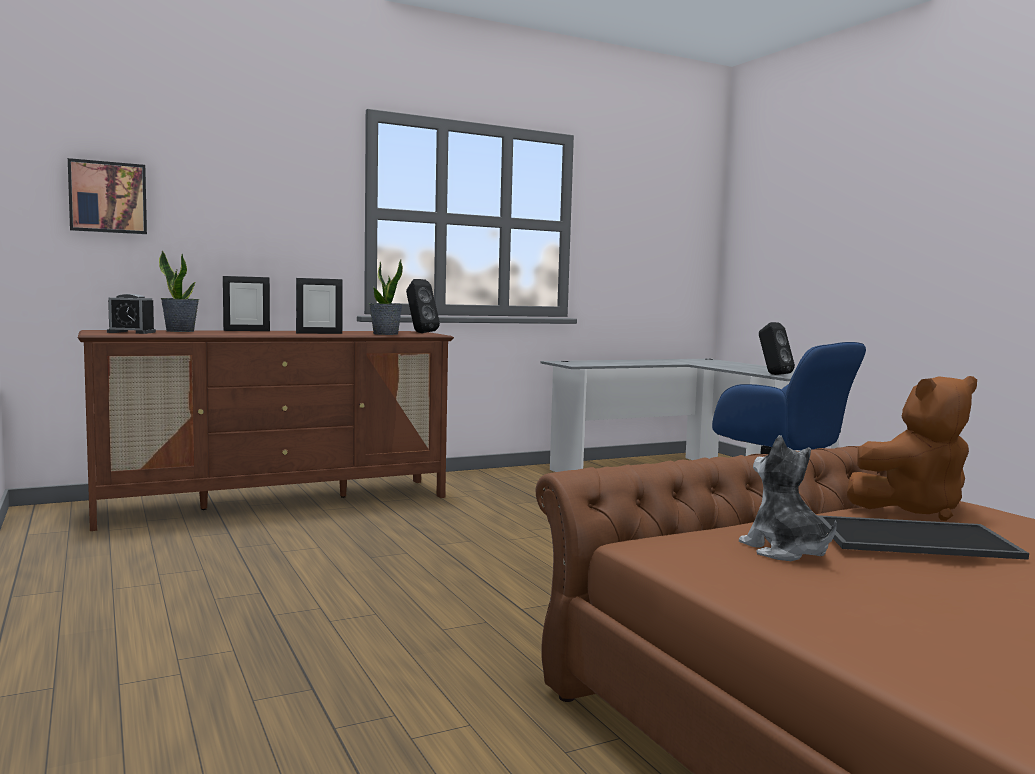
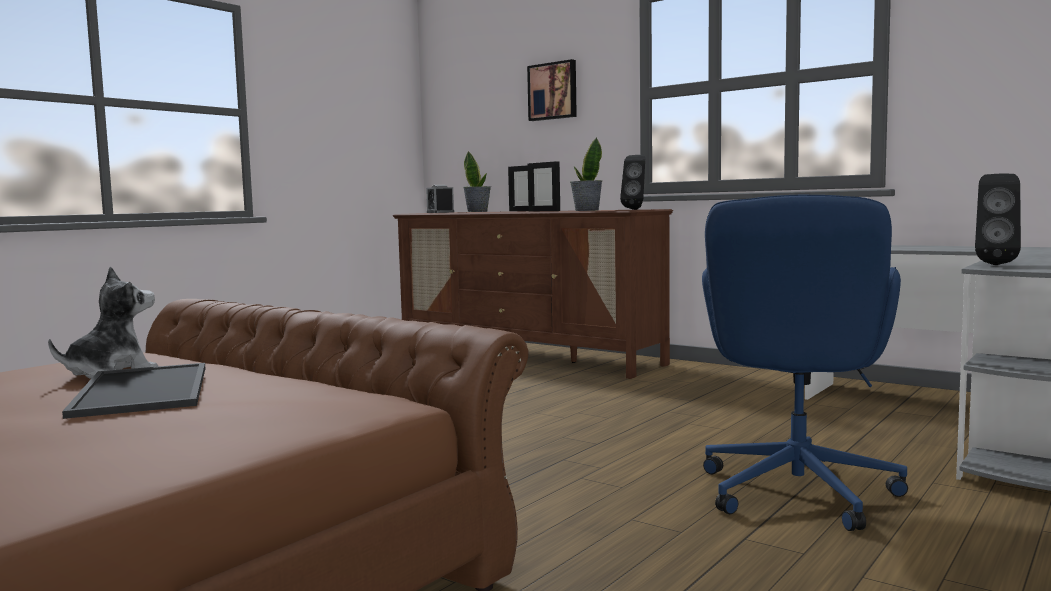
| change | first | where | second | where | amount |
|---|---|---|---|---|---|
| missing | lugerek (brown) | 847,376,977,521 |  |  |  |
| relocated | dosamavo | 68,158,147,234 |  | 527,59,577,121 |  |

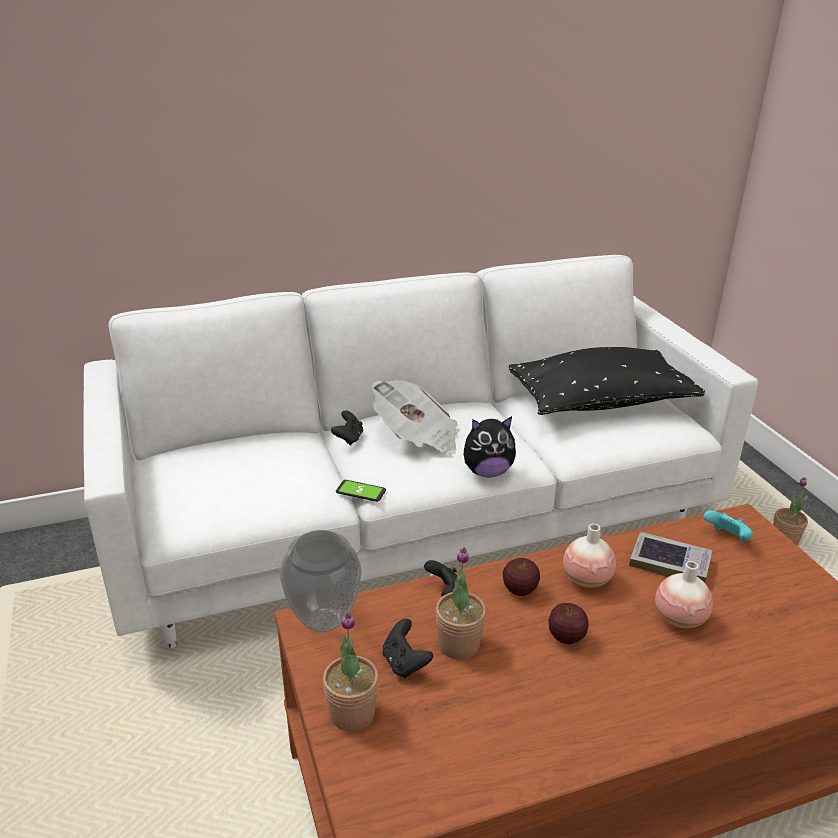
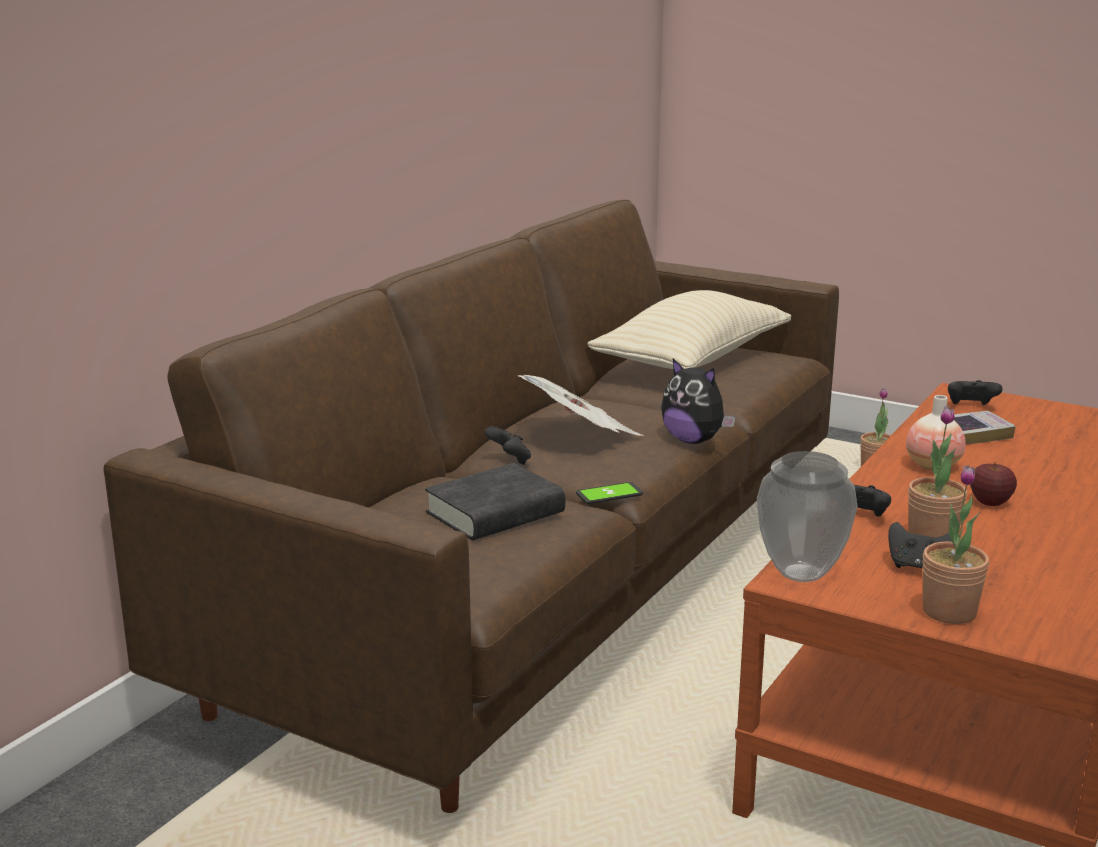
| change | first | where | second | where | amount |
|---|---|---|---|---|---|
| missing | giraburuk | 503,558,540,596 |  |  |  |
| missing | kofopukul | 655,561,713,628 |  |  |  |
| appeared |  |  | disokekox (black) | 425,463,565,540 |  |
| colour | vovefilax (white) | 84,255,758,649 | vovefilax (brown) | 104,200,839,813 |  |
| colour | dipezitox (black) | 509,347,705,415 | dipezitox (beige) | 587,290,791,369 |  |
| colour | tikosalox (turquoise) | 703,511,753,542 | tikosalox (black) | 948,380,1003,405 |  |
| spun | lugerek | 464,416,516,477 |  | 661,358,736,444 | 90 degrees clockwise |

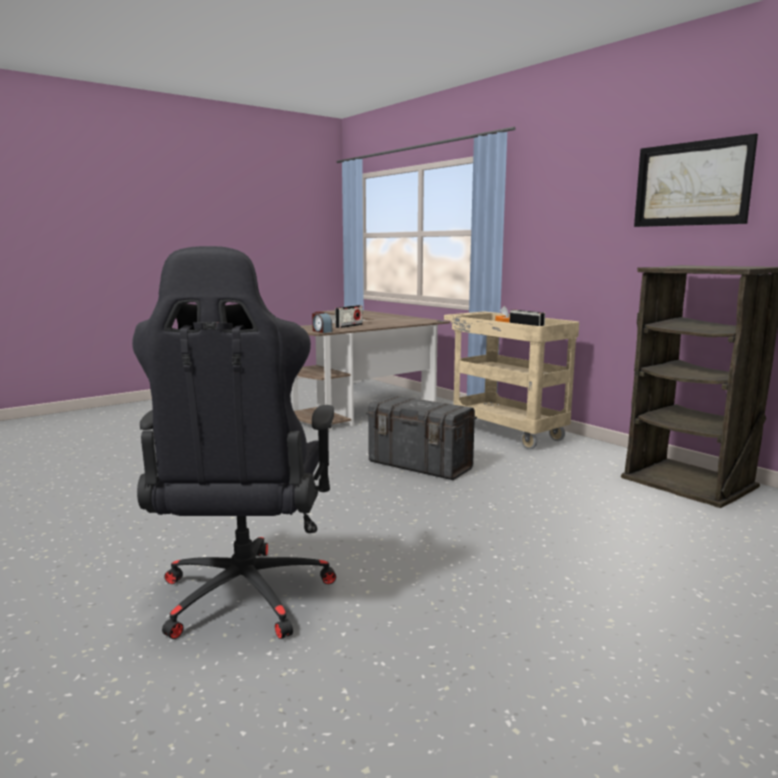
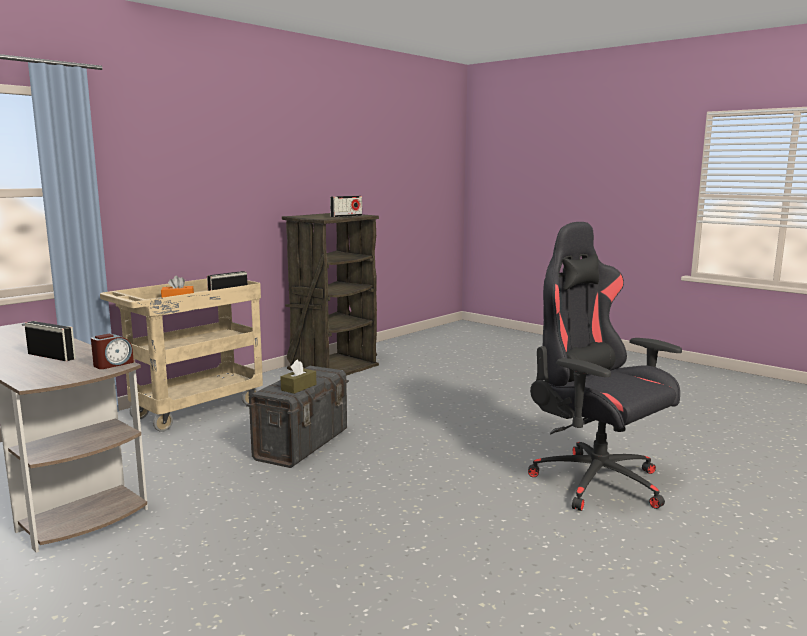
| change | first | where | second | where | amount |
|---|---|---|---|---|---|
| missing | dosamavo | 634,134,758,227 |  |  |  |
| appeared |  |  | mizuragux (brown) | 280,360,316,394 |  |
| appeared |  |  | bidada | 330,196,362,217 |  |
| spun | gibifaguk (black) | 132,246,336,639 |  | 528,222,682,511 | 120 degrees counterclockwise |

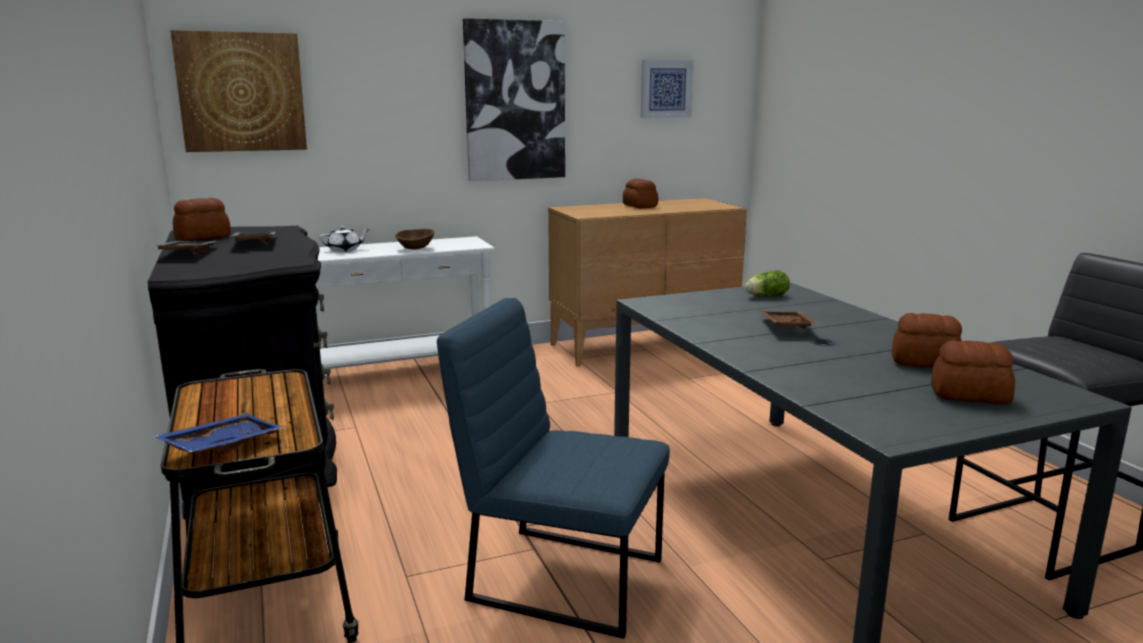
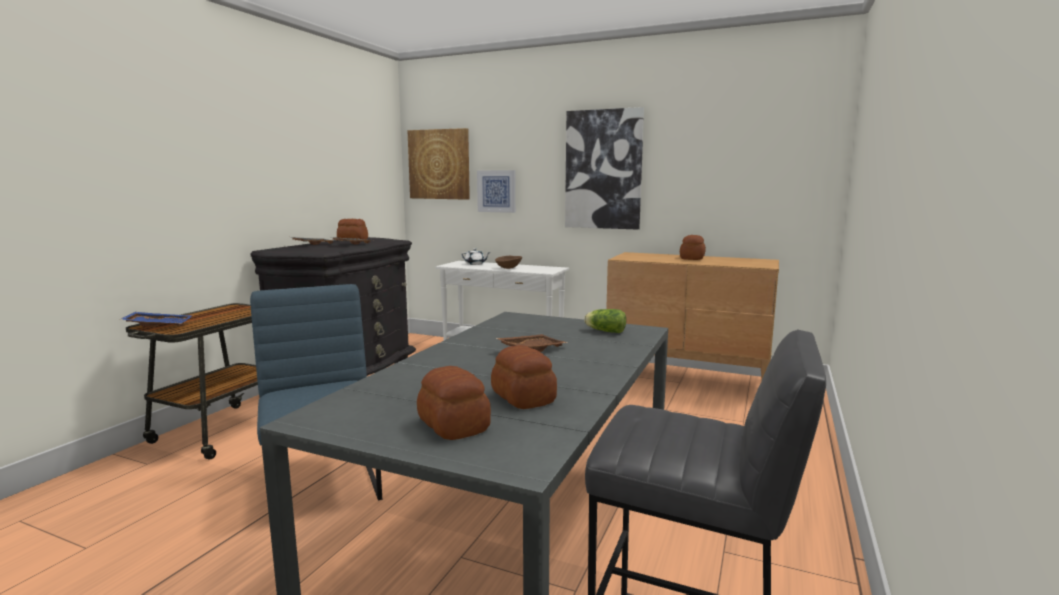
| change | first | where | second | where | amount |
|---|---|---|---|---|---|
| relocated | dosamavo | 641,60,694,118 |  | 477,170,516,213 |  |

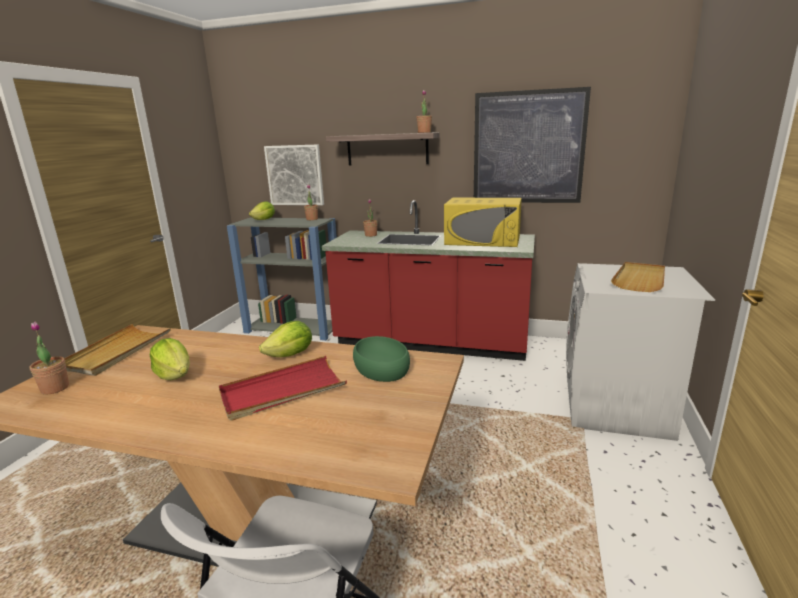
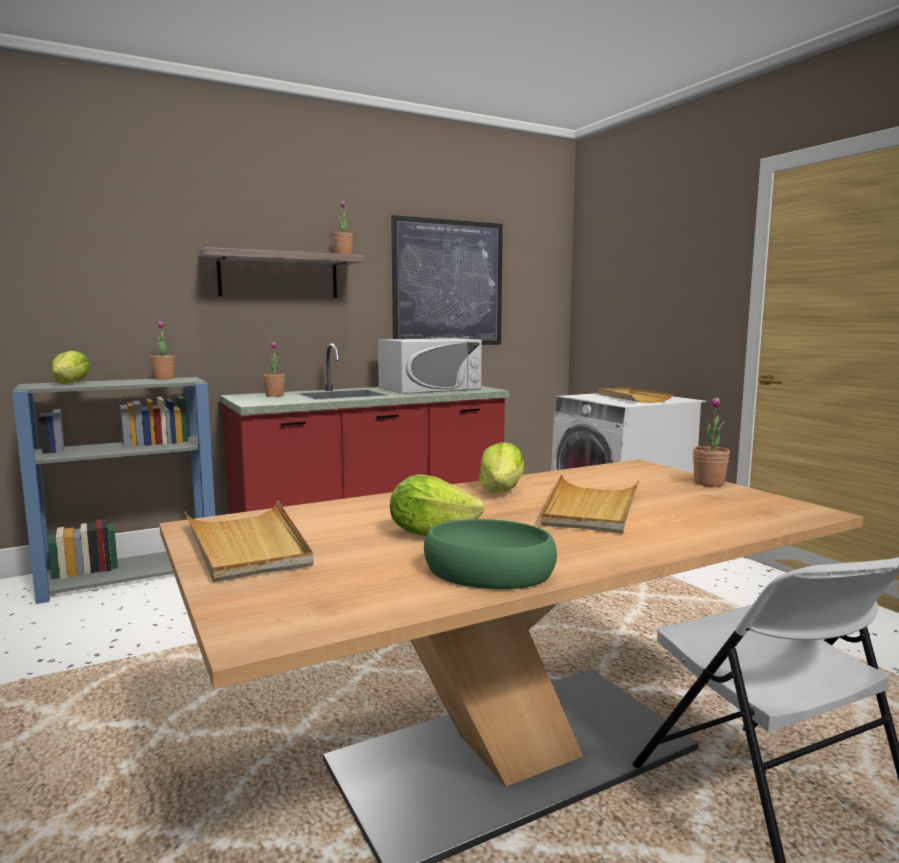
| change | first | where | second | where | amount |
|---|---|---|---|---|---|
| missing | dosamavo | 264,144,324,205 |  |  |  |
| relocated | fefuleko | 29,322,69,395 |  | 693,397,730,487 |  |
| relocated | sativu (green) | 353,336,410,382 |  | 424,519,557,589 |  |
| colour | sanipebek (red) | 219,356,347,421 | sanipebek (beige) | 541,475,639,533 |  |
| colour | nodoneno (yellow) | 444,198,522,247 | nodoneno (white) | 378,338,482,394 |  |

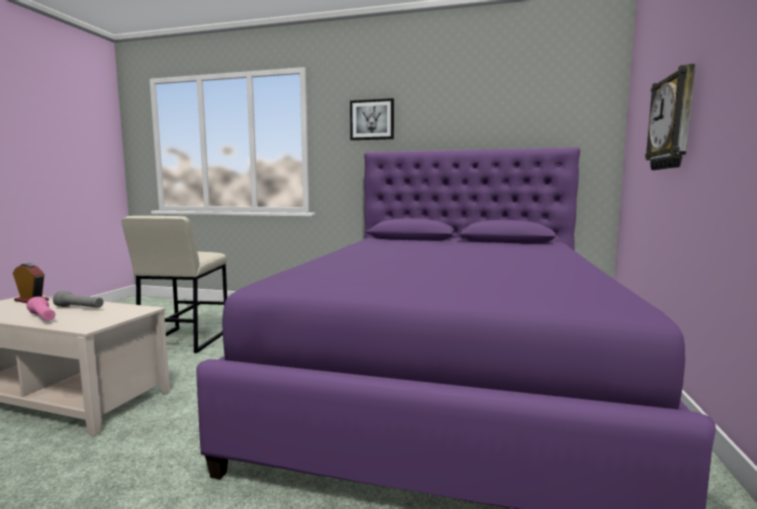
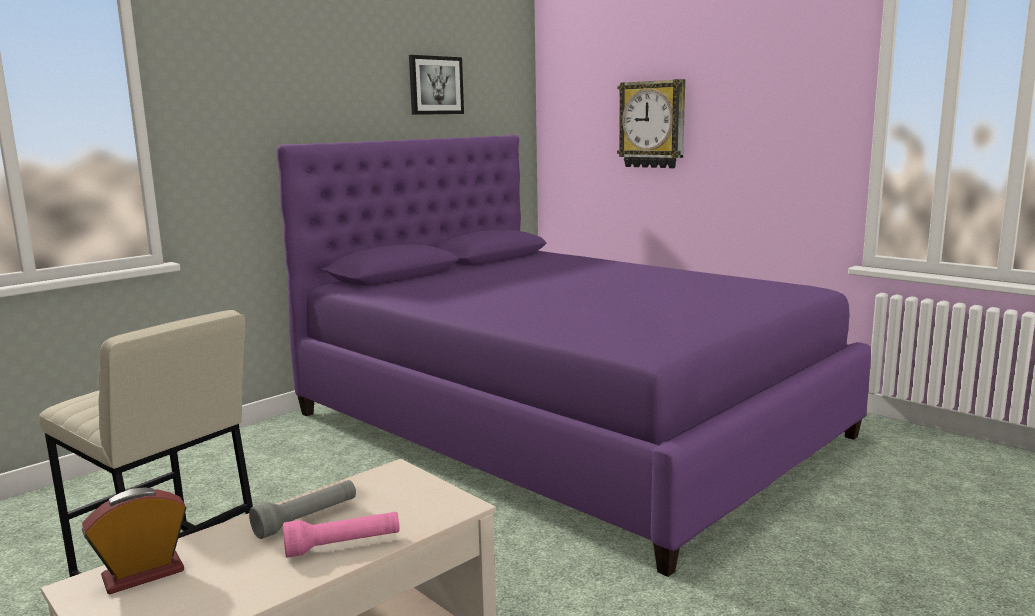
| change | first | where | second | where | amount |
|---|---|---|---|---|---|
| relocated | dosamavo | 350,98,394,140 |  | 409,55,464,115 |  |

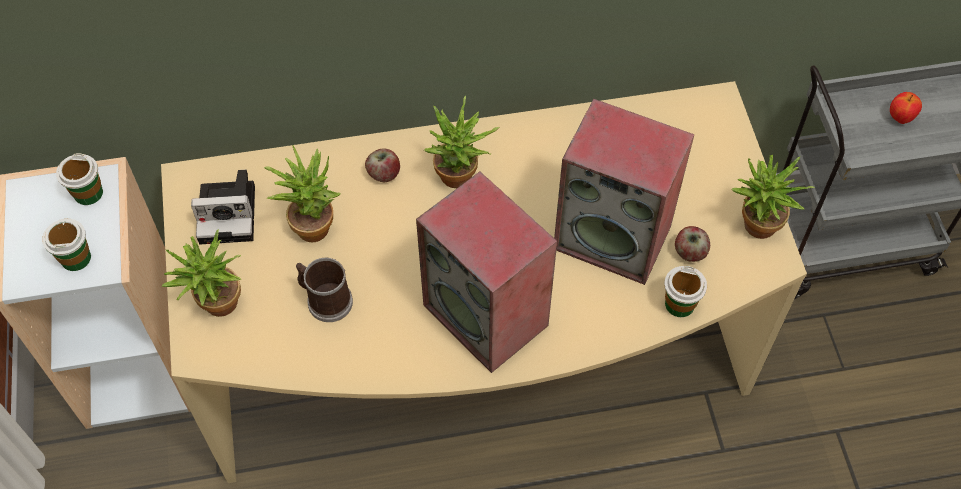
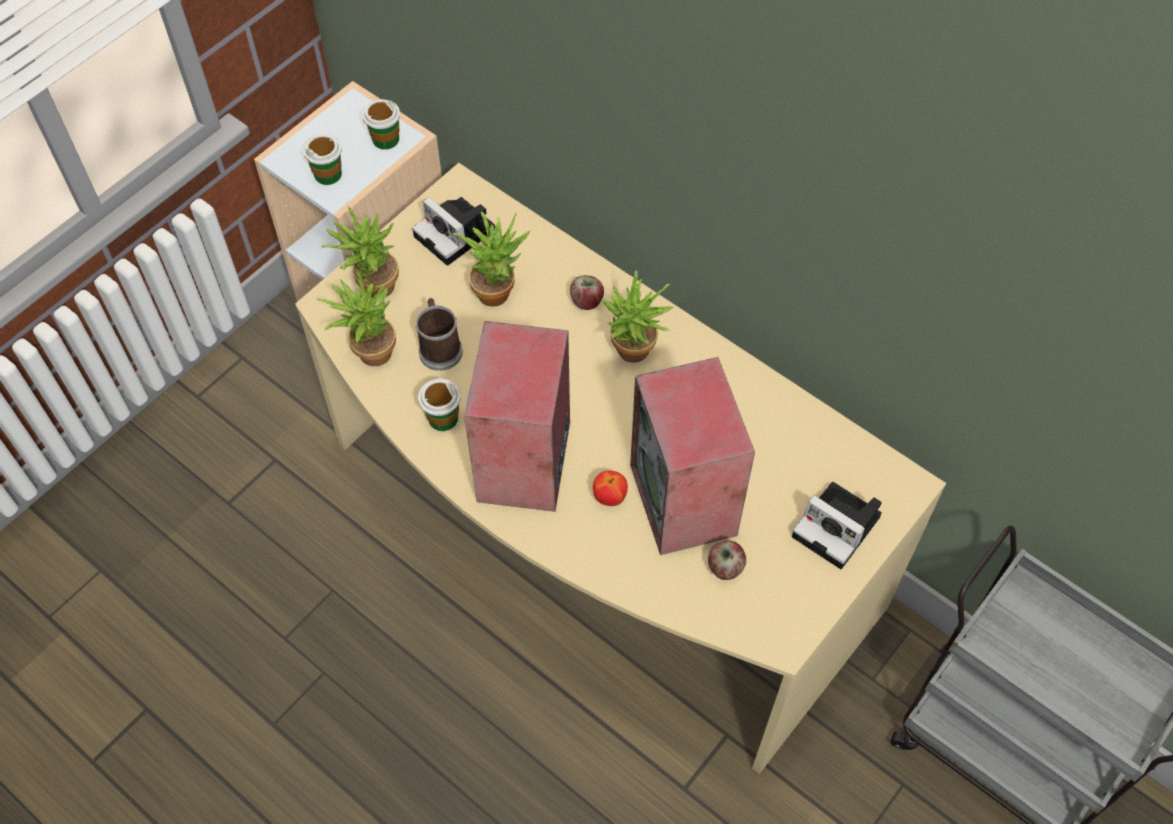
| change | first | where | second | where | amount |
|---|---|---|---|---|---|
| appeared |  |  | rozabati | 792,482,882,569 |  |
| relocated | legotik | 664,266,707,317 |  | 418,379,461,431 |  |
| relocated | fefuleko | 732,155,815,239 |  | 317,269,396,366 |  |
| relocated | giraburuk | 890,92,922,124 |  | 593,471,628,506 |  |

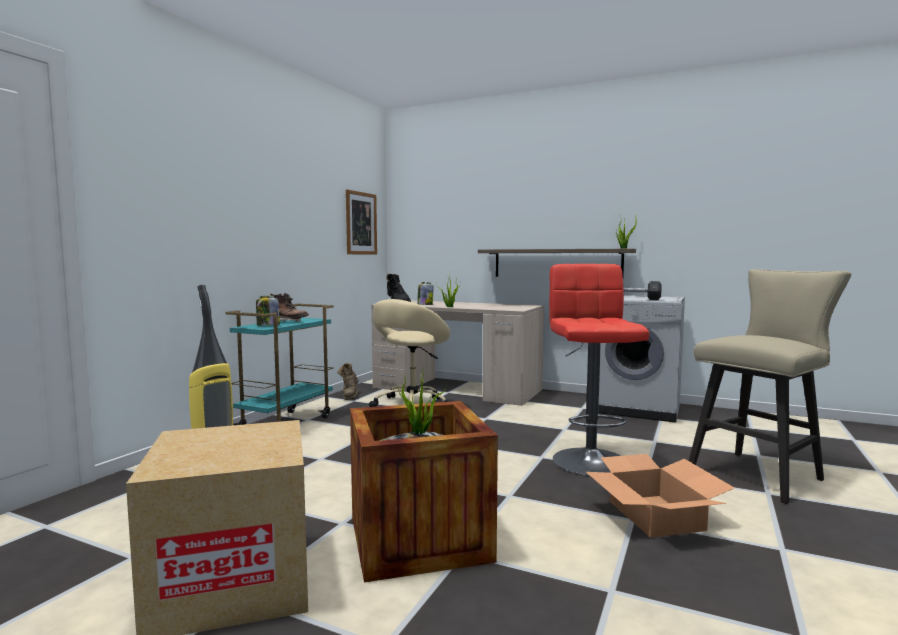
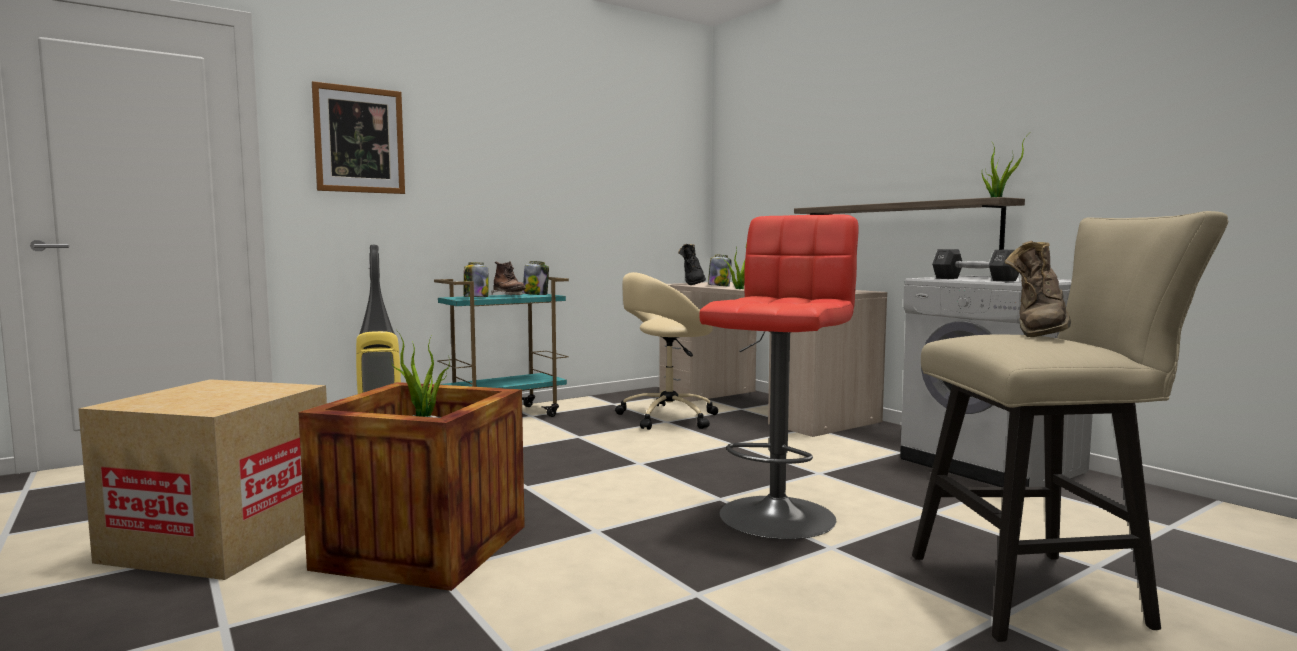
| change | first | where | second | where | amount |
|---|---|---|---|---|---|
| missing | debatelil | 586,454,734,538 |  |  |  |
| appeared |  |  | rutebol | 523,261,549,295 |  |
| relocated | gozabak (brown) | 337,363,359,400 |  | 1004,241,1071,337 |  |
| relocated | dosamavo | 346,189,377,255 |  | 312,81,405,194 |  |

